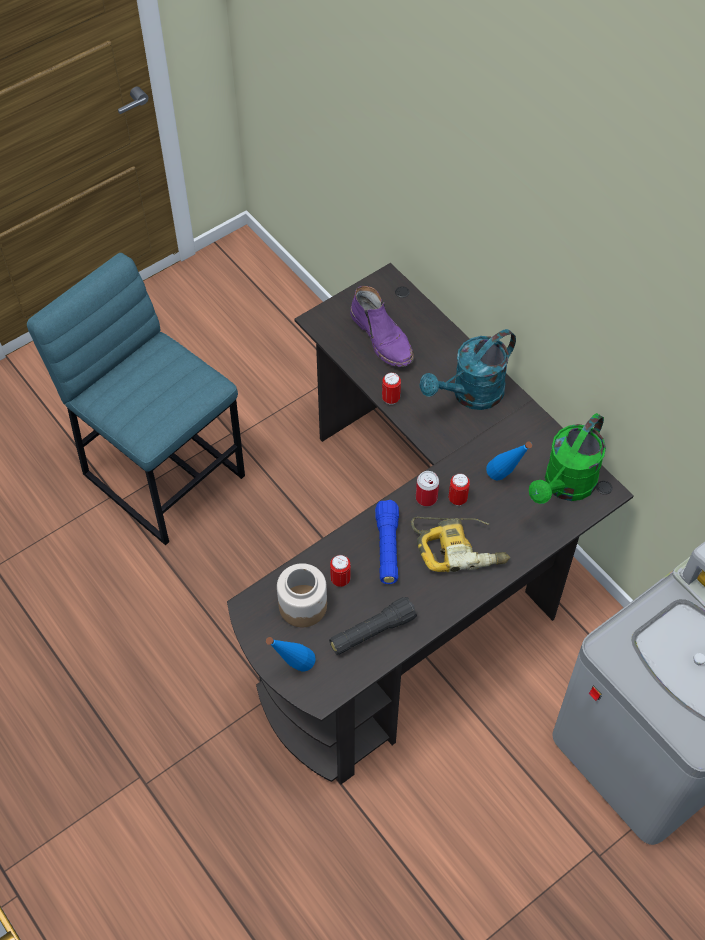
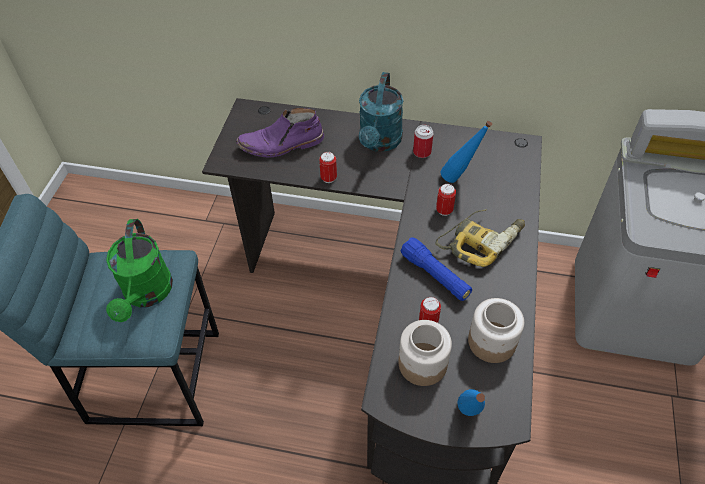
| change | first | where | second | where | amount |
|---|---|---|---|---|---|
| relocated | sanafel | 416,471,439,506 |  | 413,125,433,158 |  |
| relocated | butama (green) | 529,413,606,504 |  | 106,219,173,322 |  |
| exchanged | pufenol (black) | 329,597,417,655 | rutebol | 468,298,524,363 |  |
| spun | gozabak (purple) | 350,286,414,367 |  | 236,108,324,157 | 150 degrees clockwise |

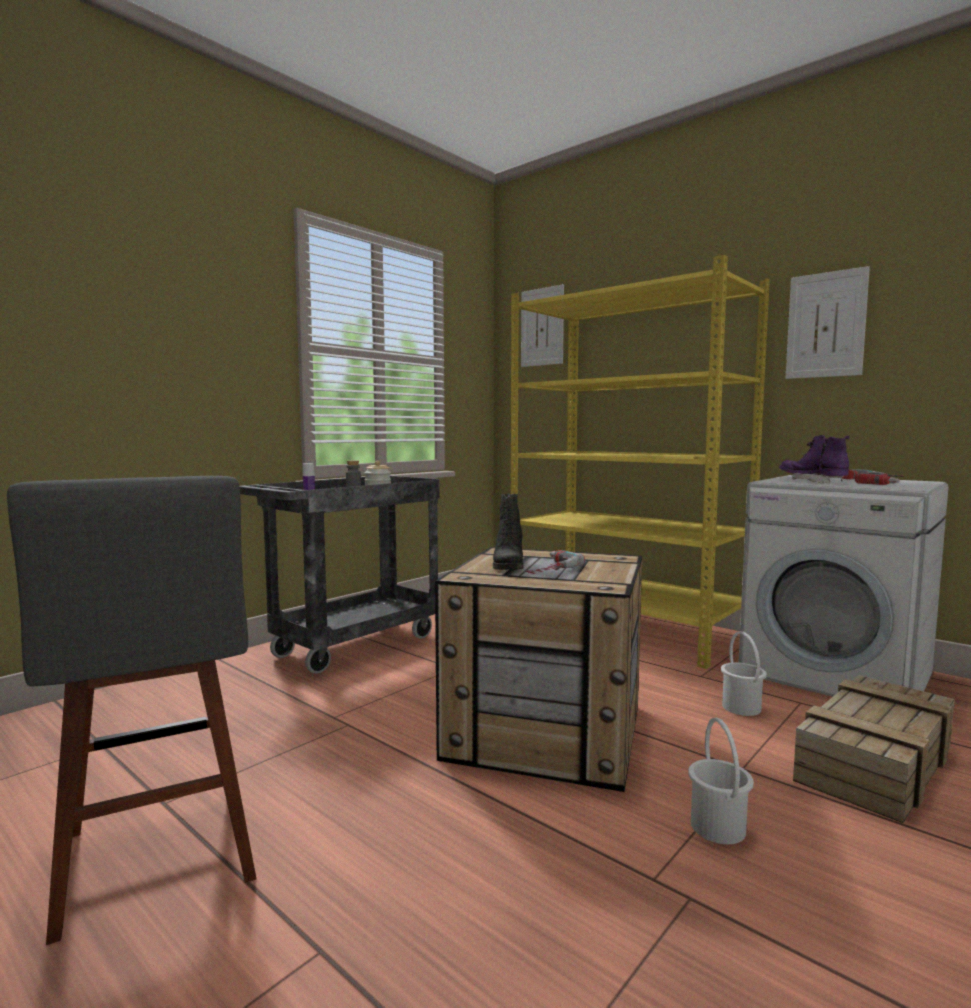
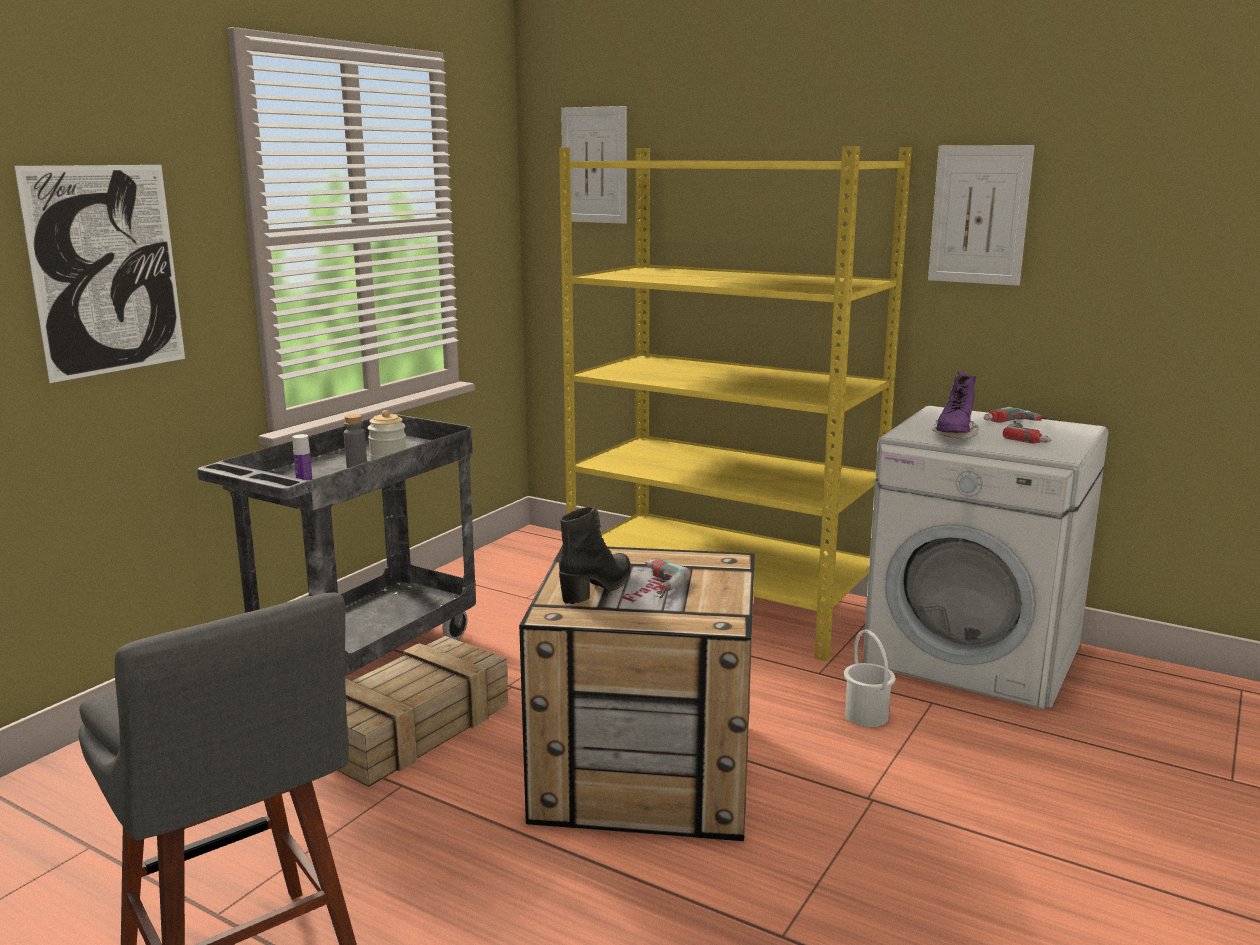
| change | first | where | second | where | amount |
|---|---|---|---|---|---|
| missing | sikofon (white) | 688,718,754,844 |  |  |  |
| appeared |  |  | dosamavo | 14,165,185,383 |  |
| relocated | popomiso | 793,675,955,823 |  | 337,636,508,787 |  |
| spun | gozabak (black) | 493,494,524,570 |  | 559,506,631,604 | 135 degrees counterclockwise |
| spun | gozabak (purple) | 779,435,850,484 |  | 932,371,979,439 | 120 degrees counterclockwise |

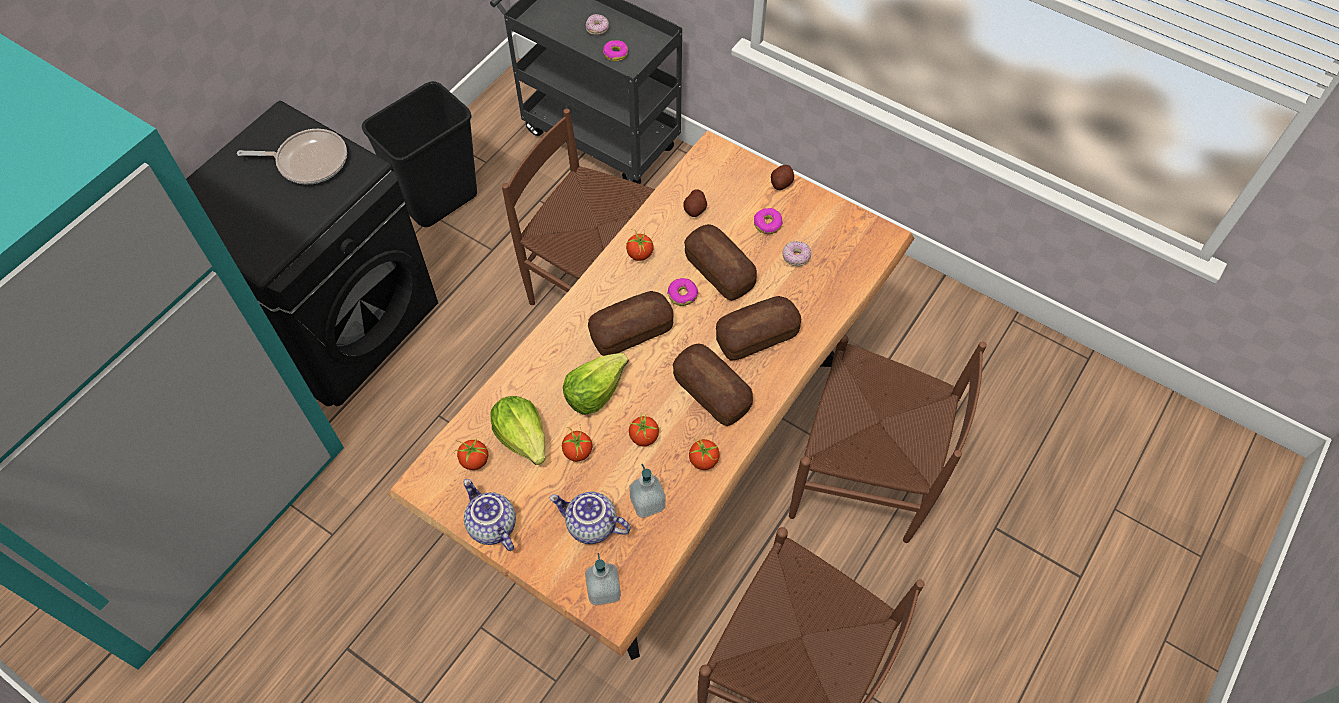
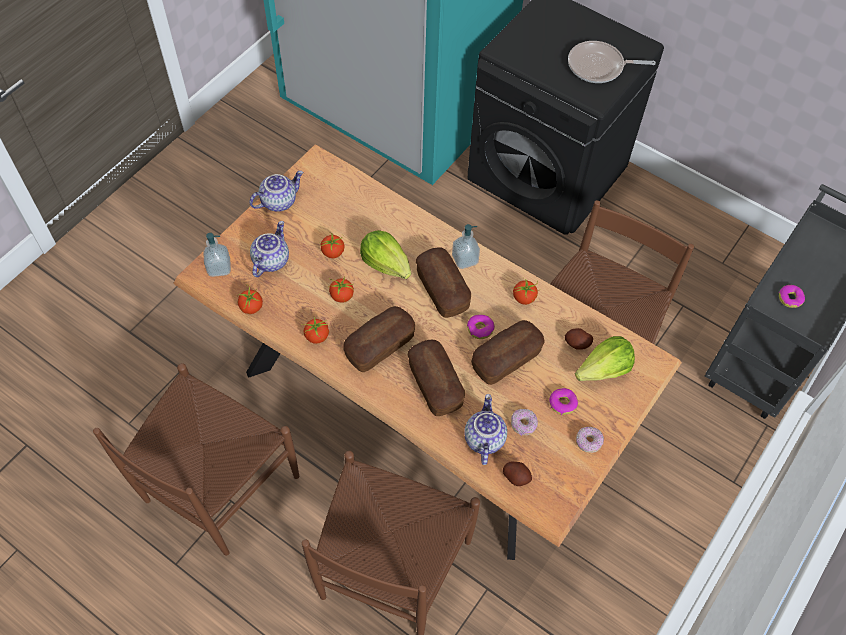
| change | first | where | second | where | amount |
|---|---|---|---|---|---|
| missing | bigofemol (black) | 362,81,477,227 |  |  |  |
| appeared |  |  | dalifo | 464,394,507,465 |  |
| relocated | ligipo | 454,438,488,470 |  | 238,285,263,314 |  |
| relocated | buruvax | 490,396,546,465 |  | 575,336,635,381 |  |
| relocated | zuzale | 586,14,609,35 |  | 576,427,604,453 |  |
| relocated | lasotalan | 629,464,665,518 |  | 452,224,480,269 |  |
| relocated | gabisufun | 771,165,794,190 |  | 503,462,532,486 |  |
| spun | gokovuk | 237,129,347,184 |  | 568,41,656,83 | 90 degrees clockwise |

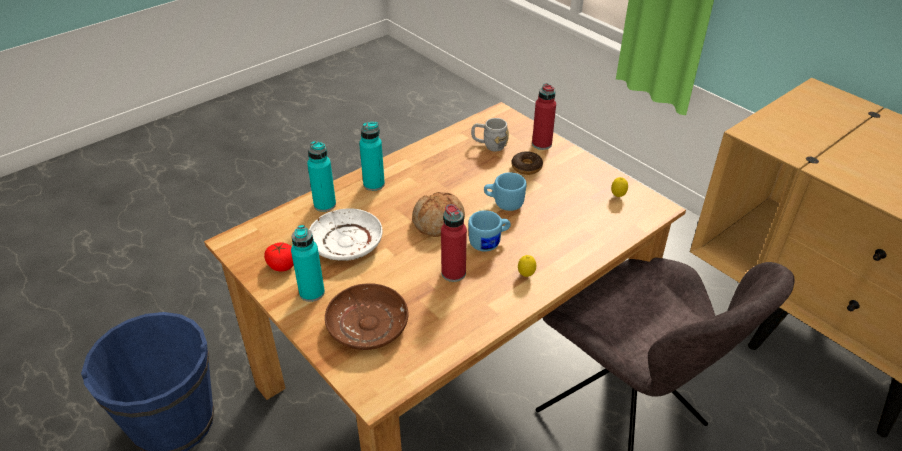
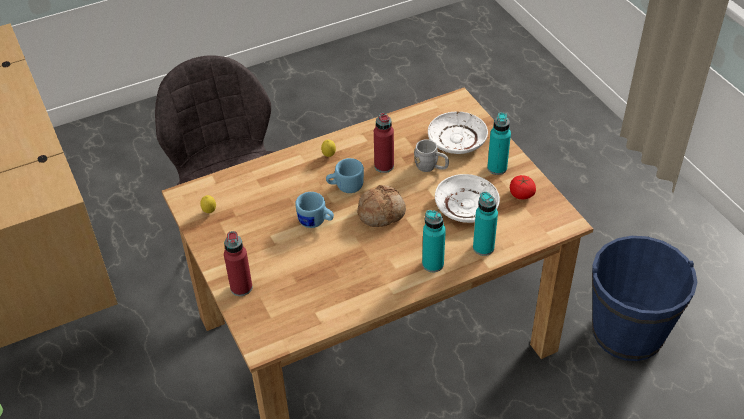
| change | first | where | second | where | amount |
|---|---|---|---|---|---|
| missing | zuzale | 512,151,543,175 |  |  |  |
| relocated | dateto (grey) | 471,118,509,151 |  | 414,139,449,172 |  |
| colour | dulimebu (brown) | 325,283,409,350 | dulimebu (white) | 428,111,488,154 |  |

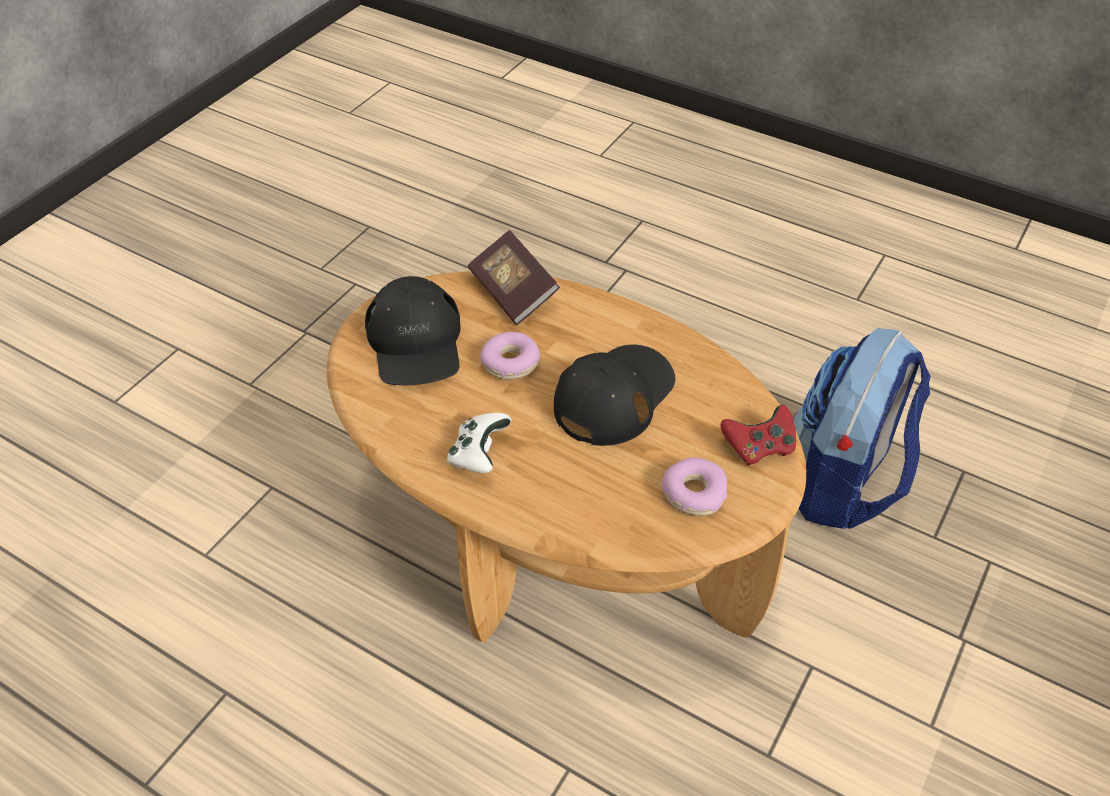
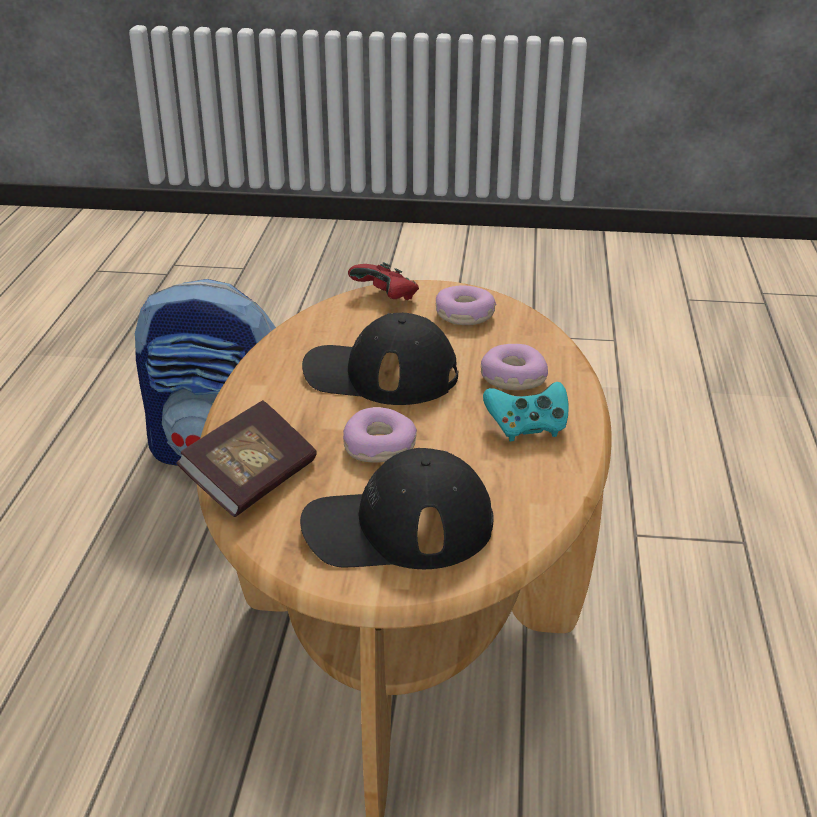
| change | first | where | second | where | amount |
|---|---|---|---|---|---|
| appeared |  |  | zuzale | 481,344,548,390 |  |
| colour | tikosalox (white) | 447,413,511,473 | tikosalox (turquoise) | 483,382,569,441 |  |
| spun | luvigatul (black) | 365,276,461,385 |  | 300,448,494,569 | 150 degrees counterclockwise |

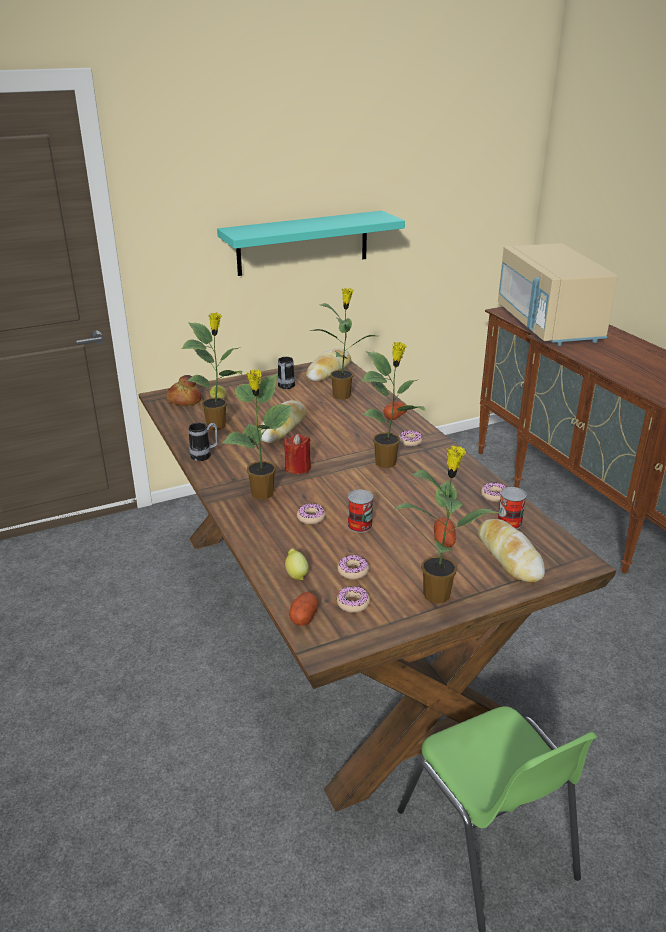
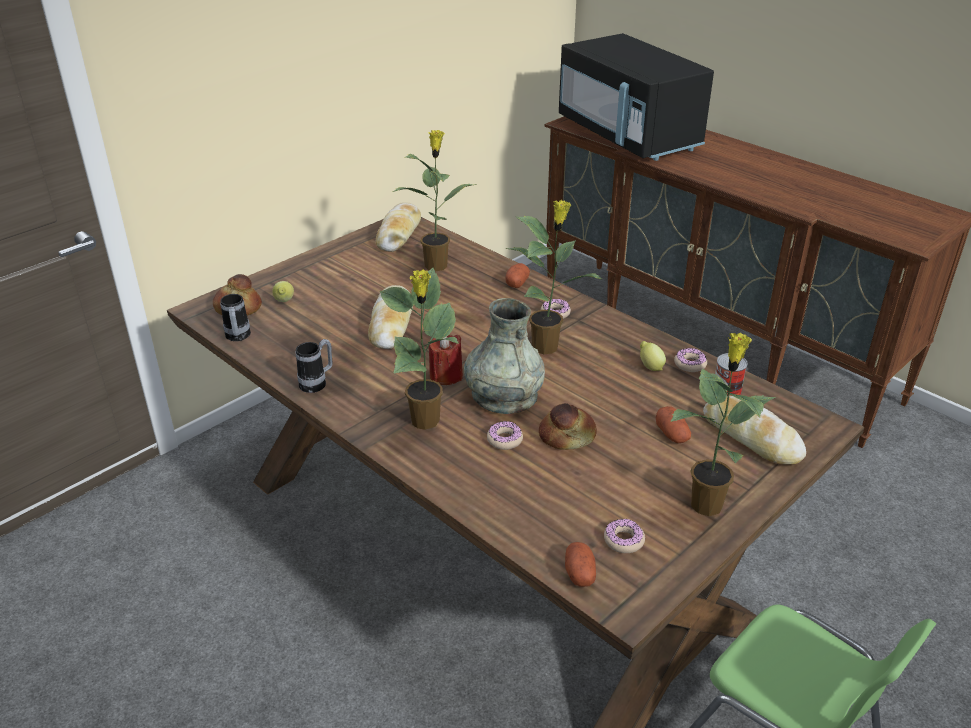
| change | first | where | second | where | amount |
|---|---|---|---|---|---|
| missing | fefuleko | 181,312,243,430 |  |  |  |
| missing | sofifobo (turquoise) | 217,211,405,276 |  |  |  |
| missing | zuzale | 337,555,369,579 |  |  |  |
| appeared |  |  | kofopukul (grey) | 464,298,545,414 |  |
| relocated | dateto | 278,357,295,389 |  | 220,294,251,341 |  |
| relocated | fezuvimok | 285,548,309,580 |  | 640,341,666,371 |  |
| exchanged | sanafel | 348,490,373,533 | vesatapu | 539,403,597,450 |  |
| colour | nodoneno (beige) | 498,243,618,346 | nodoneno (black) | 559,33,714,161 |  |

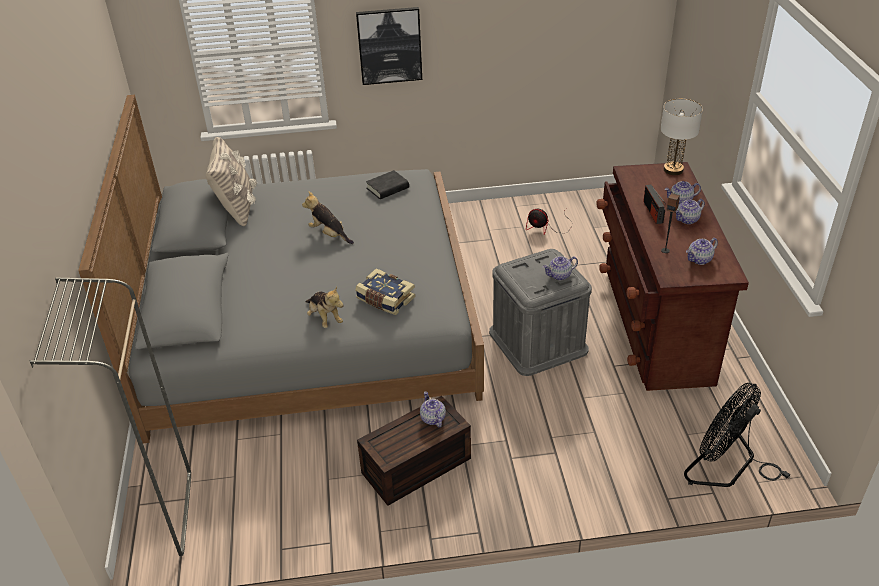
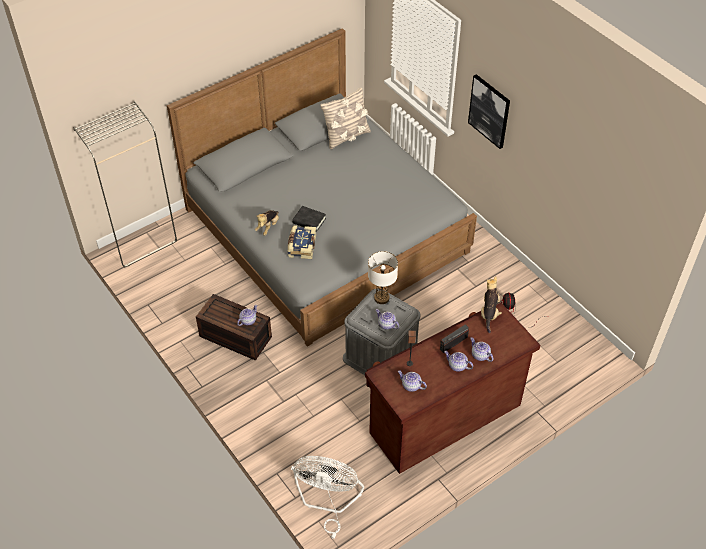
| change | first | where | second | where | amount |
|---|---|---|---|---|---|
| relocated | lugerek | 302,191,354,244 |  | 481,276,502,333 |  |
| relocated | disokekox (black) | 366,170,409,199 |  | 292,206,326,232 |  |
| relocated | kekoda | 661,98,703,175 |  | 368,251,398,304 |  |
| colour | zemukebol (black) | 684,383,791,487 | zemukebol (white) | 291,456,364,540 |  |

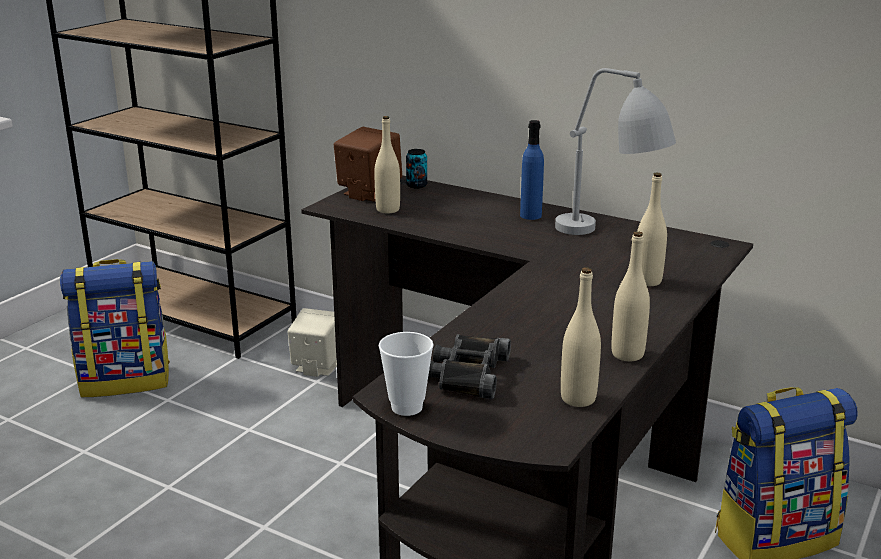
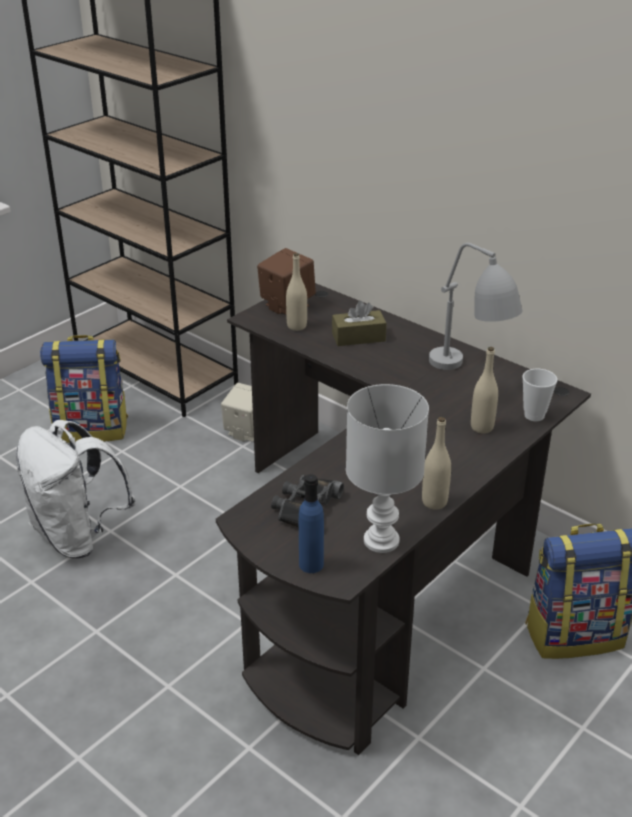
| change | first | where | second | where | amount |
|---|---|---|---|---|---|
| missing | sanafel | 406,149,427,189 |  |  |  |
| appeared |  |  | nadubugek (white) | 16,420,136,558 |  |
| appeared |  |  | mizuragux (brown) | 332,301,387,346 |  |
| relocated | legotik | 379,332,434,416 |  | 522,369,558,421 |  |
| relocated | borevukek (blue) | 520,120,544,220 |  | 299,474,324,573 |  |
| exchanged | borevukek (beige) | 561,267,601,407 | kekoda (white) | 346,384,429,553 |  |

